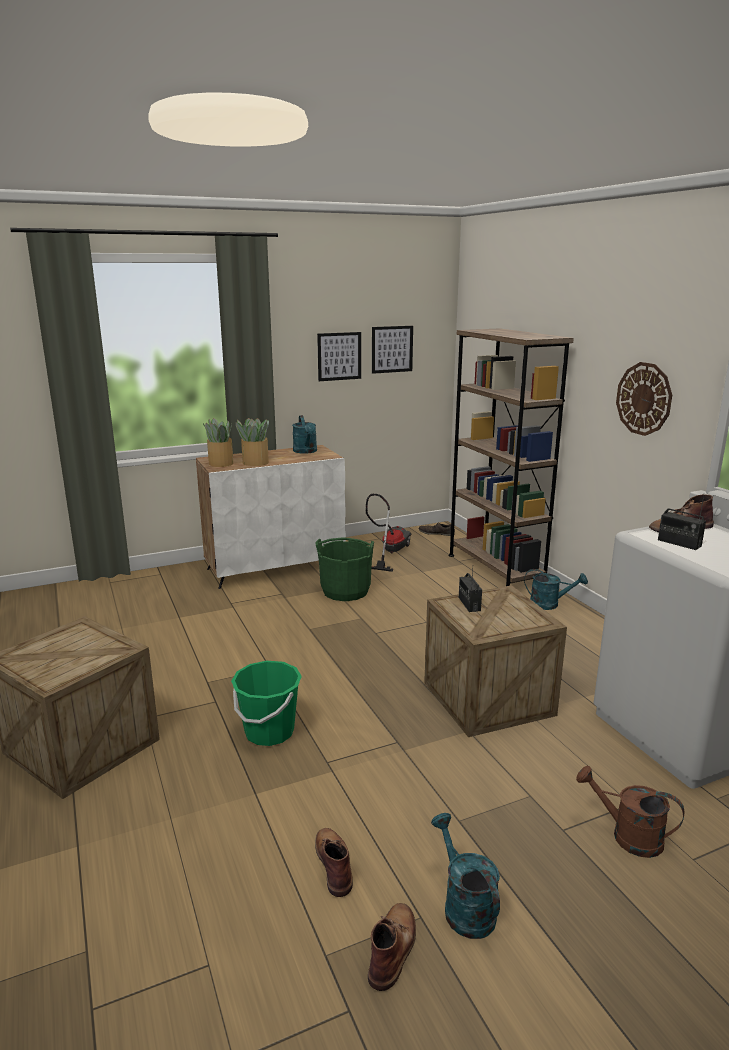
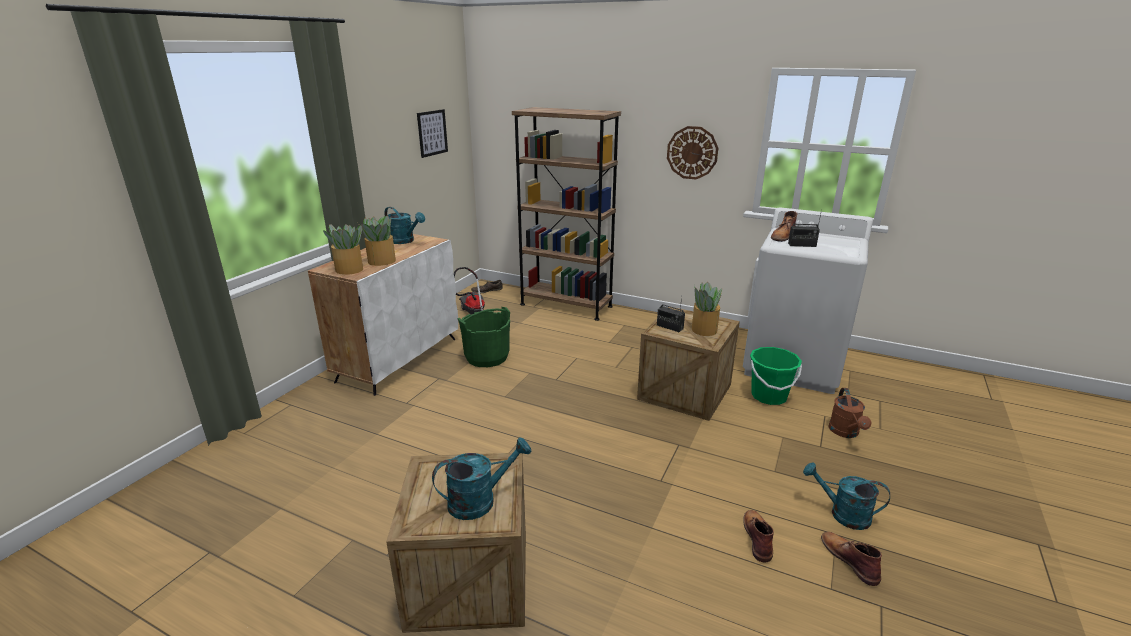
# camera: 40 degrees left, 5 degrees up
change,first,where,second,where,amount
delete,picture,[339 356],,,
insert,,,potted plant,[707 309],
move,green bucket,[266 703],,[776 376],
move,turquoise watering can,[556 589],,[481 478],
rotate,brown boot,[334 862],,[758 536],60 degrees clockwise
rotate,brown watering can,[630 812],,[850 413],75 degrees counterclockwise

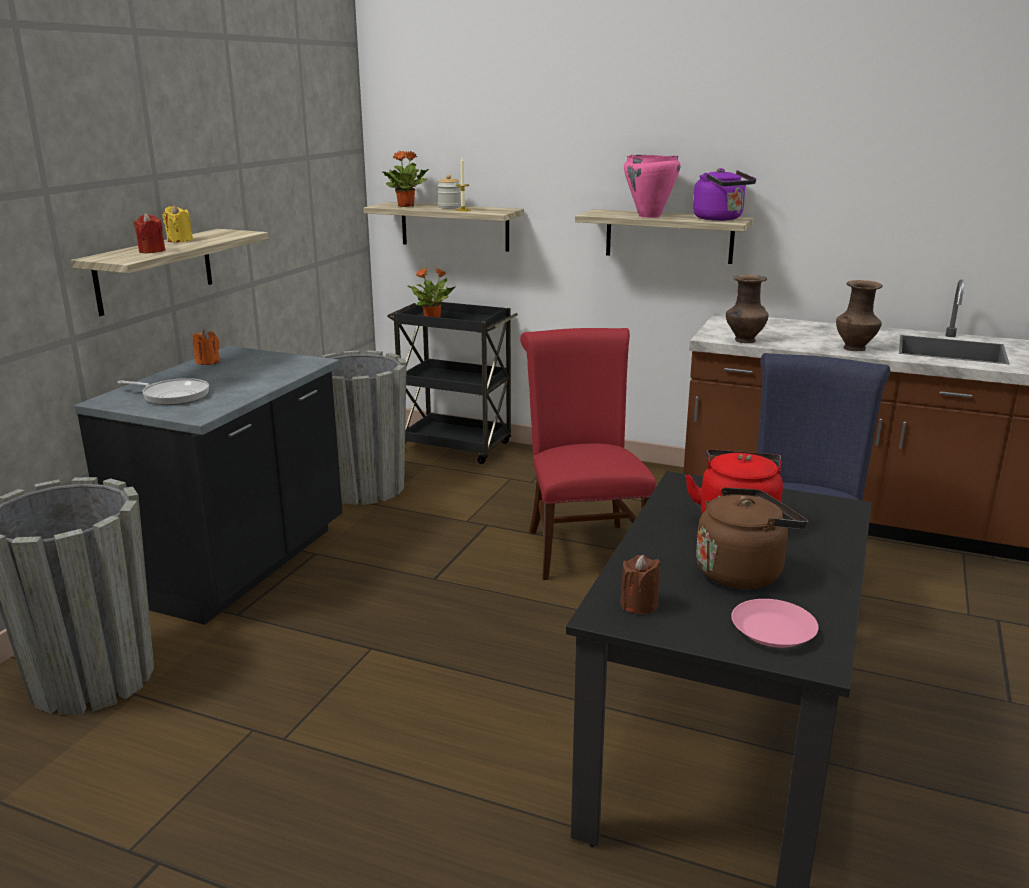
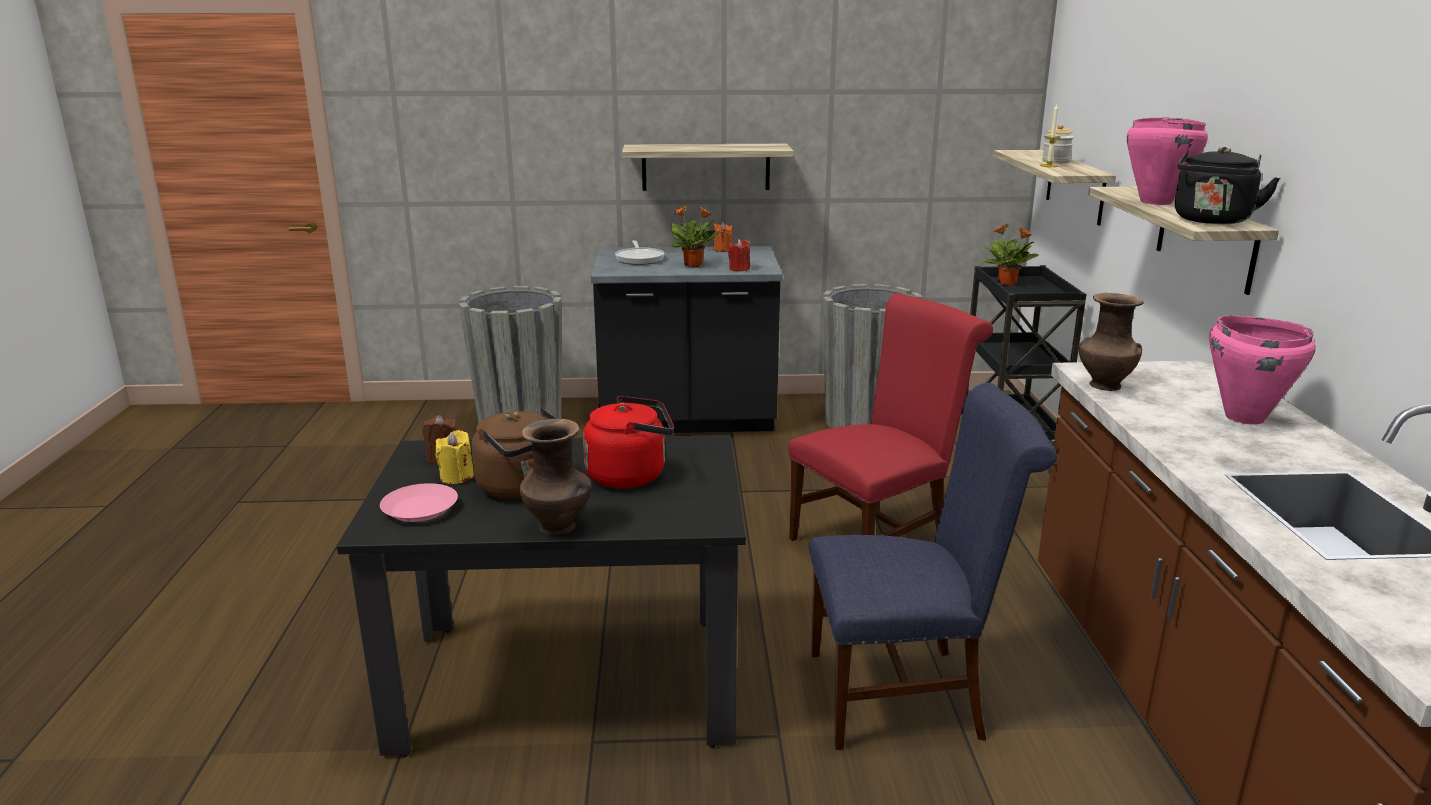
# camera: 65 degrees right, 0 degrees up
change,first,where,second,where,amount
insert,,,pink cooking pot,[1262 370],
move,red candle,[150 233],,[739 255],
move,yellow candle,[177 223],,[454 457],
move,potted plant,[405 179],,[693 236],
move,brown vase,[859 315],,[555 477],
recolor,purple kettle,[724 194],black kettle,[1227 185],

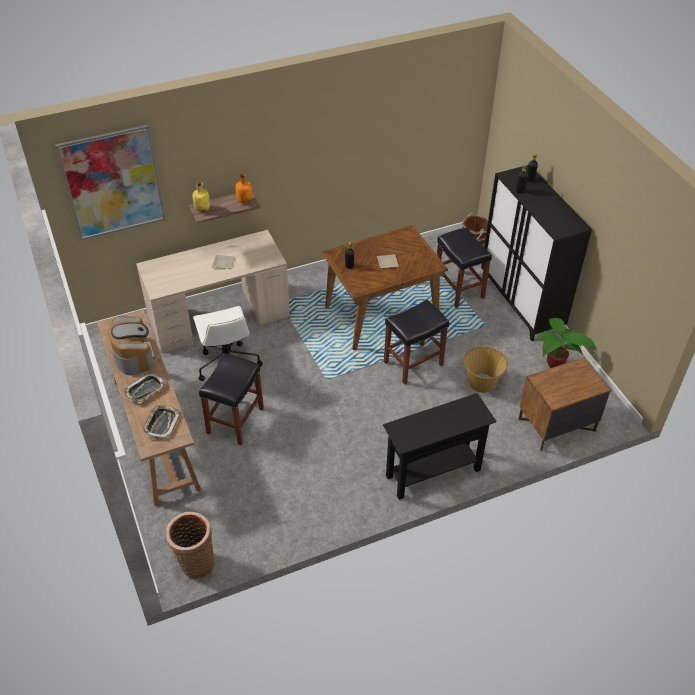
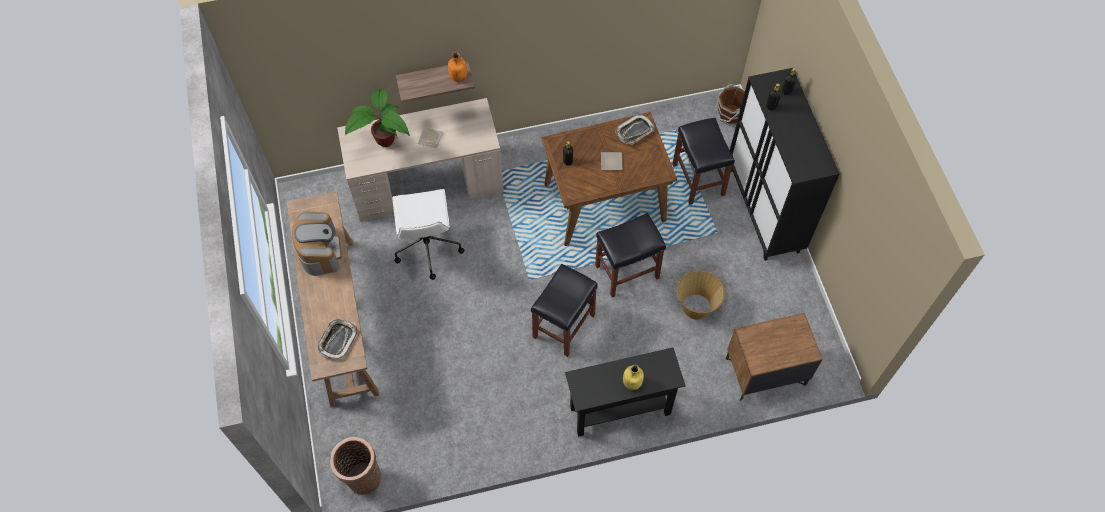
# camera: 10 degrees right, 15 degrees up
change,first,where,second,where,amount
delete,picture,[110 182],,,
move,tray,[145 388],,[635 129],
move,yellow bottle,[201 197],,[633 377],
move,black stool,[231 399],,[564 310],
move,potted plant,[565 343],,[377 118],

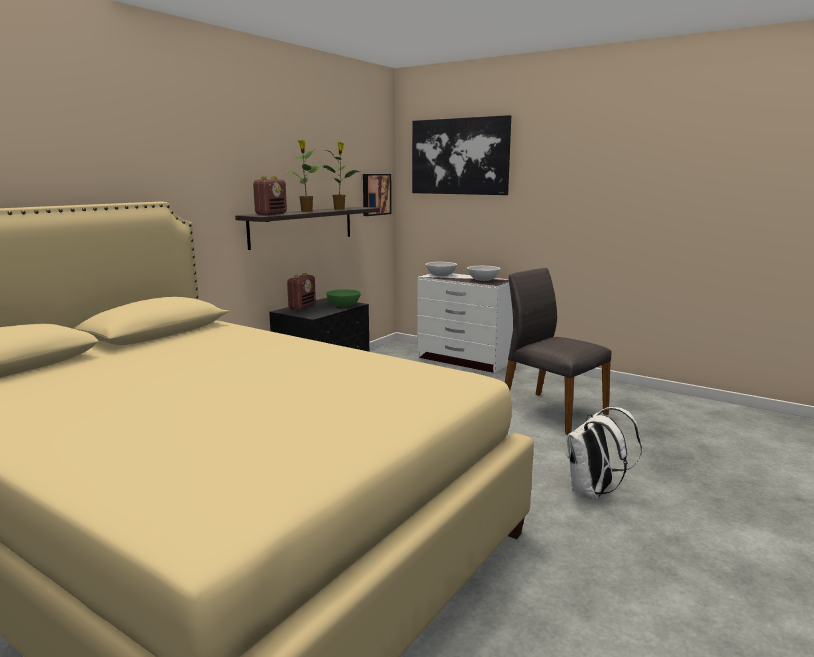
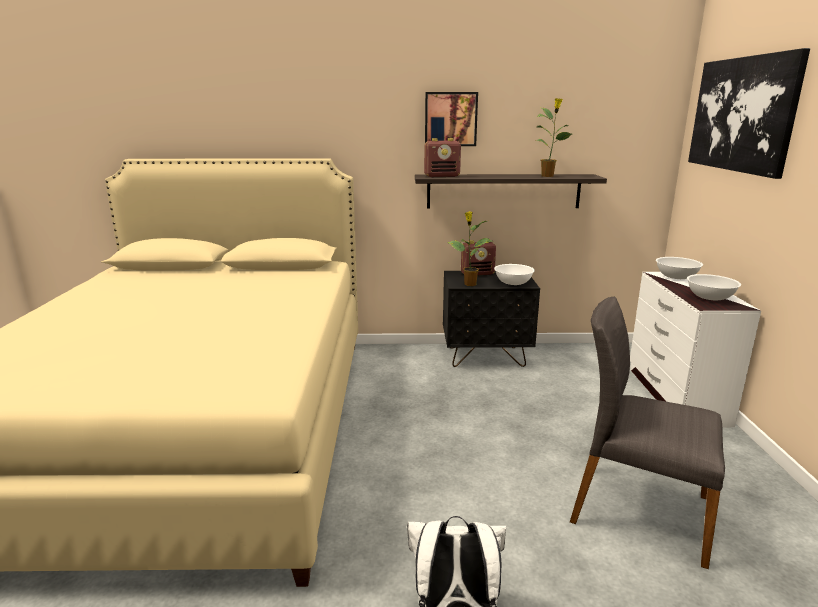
# camera: 55 degrees right, 5 degrees up
change,first,where,second,where,amount
move,potted plant,[303 176],,[469 248],
move,picture,[377 195],,[451 119],
recolor,green bowl,[343 298],white bowl,[514 274],
rotate,grey chair,[558 351],,[647 433],75 degrees counterclockwise

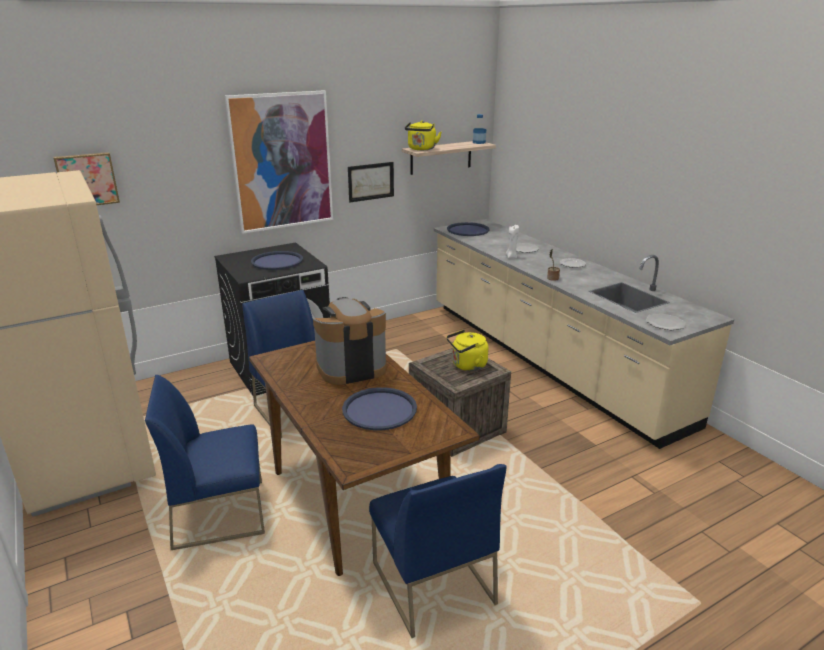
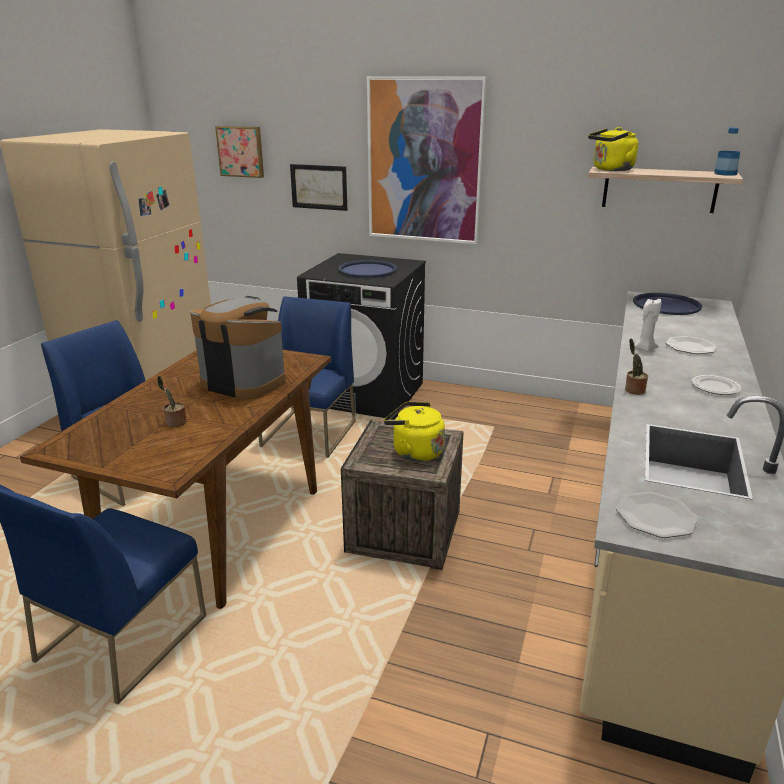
# camera: 50 degrees right, 0 degrees up
change,first,where,second,where,amount
move,picture,[371 182],,[318 187],
replace,blue tray,[379 408],potted plant,[172 401],

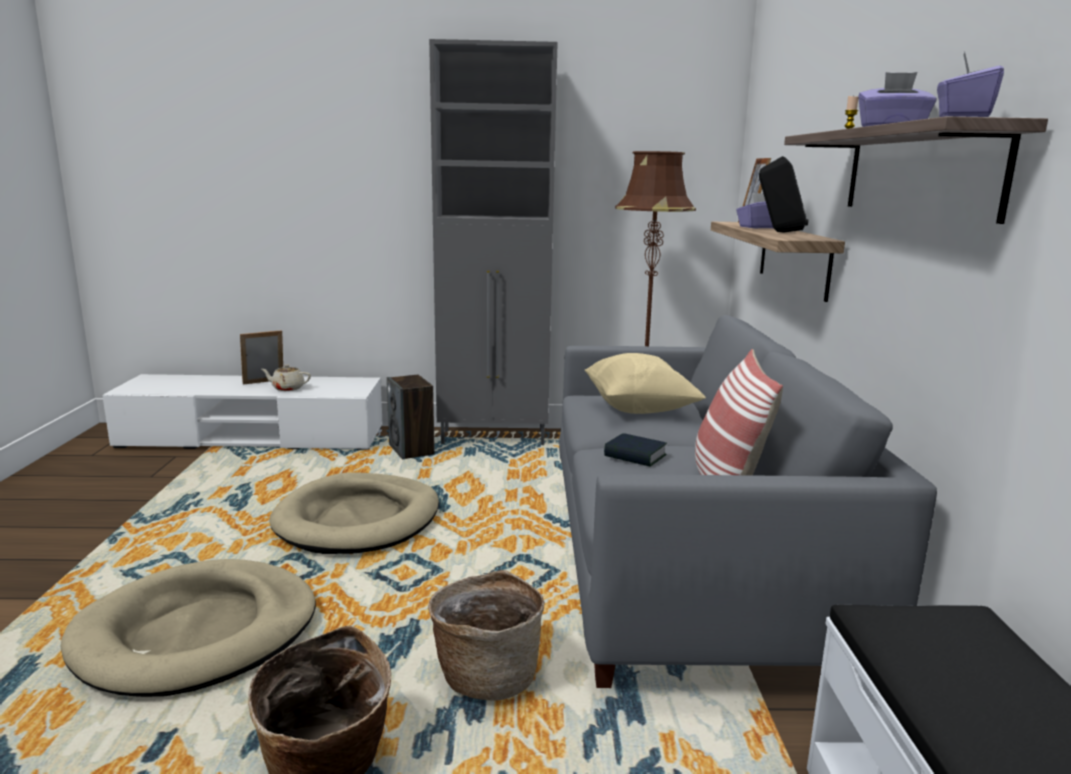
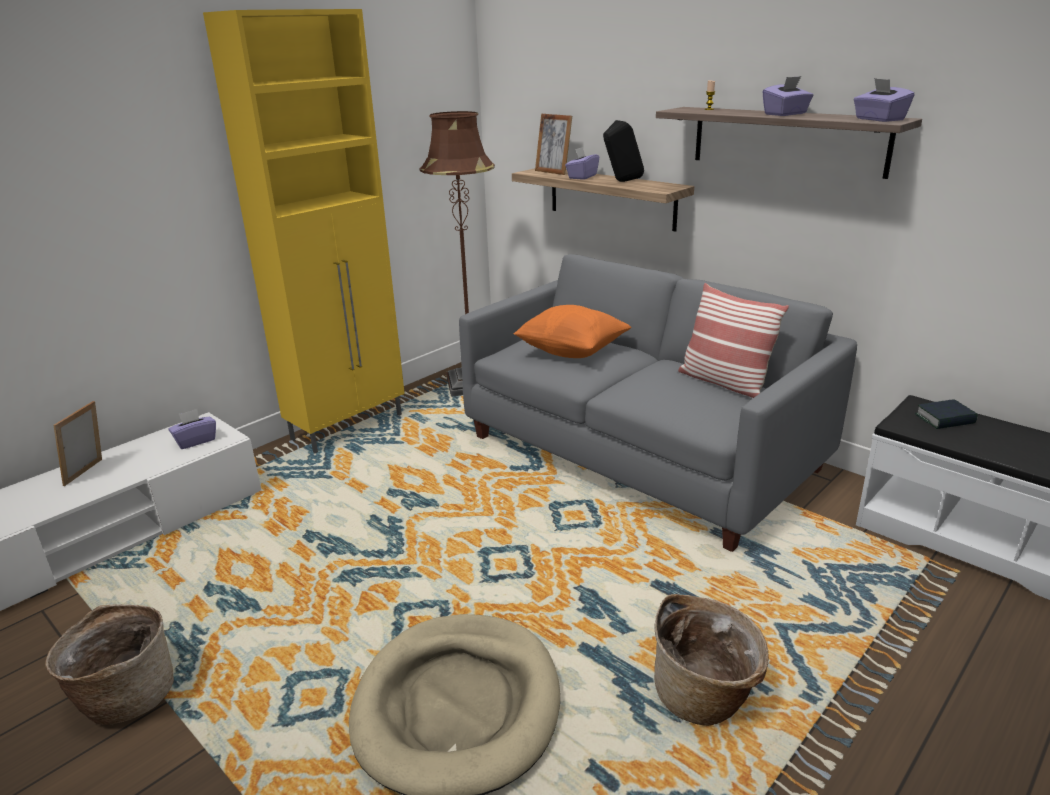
# camera: 45 degrees left, 10 degrees up
change,first,where,second,where,amount
delete,beige teapot,[286 377],,,
delete,beige dog bed,[354 513],,,
delete,speaker,[411 417],,,
insert,,,purple tissue box,[192 429],
move,basket,[486 635],,[109 664],
move,book,[635 450],,[946 414],
recolor,grey cabinet,[493 242],yellow cabinet,[304 231],
recolor,beige pillow,[645 383],orange pillow,[572 331],

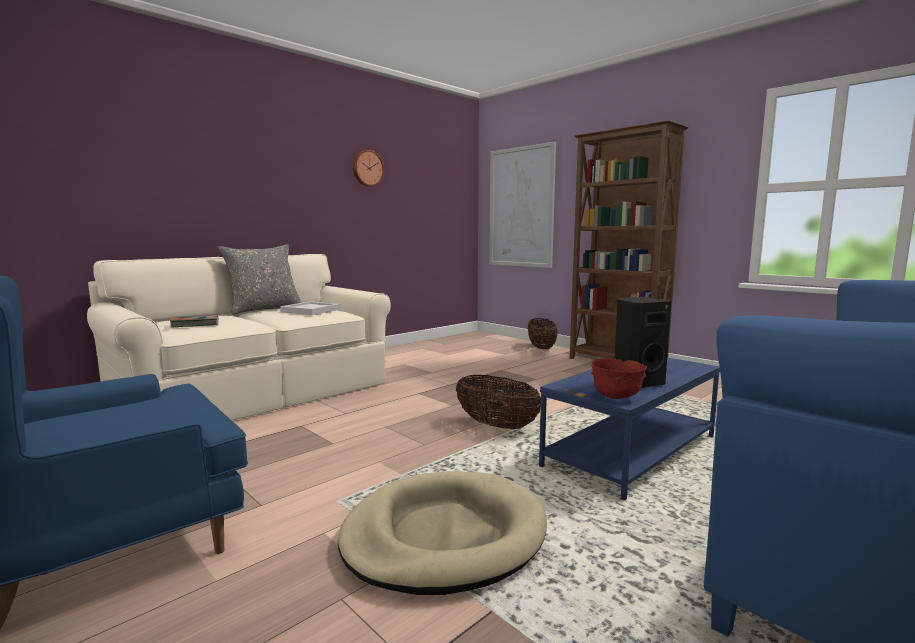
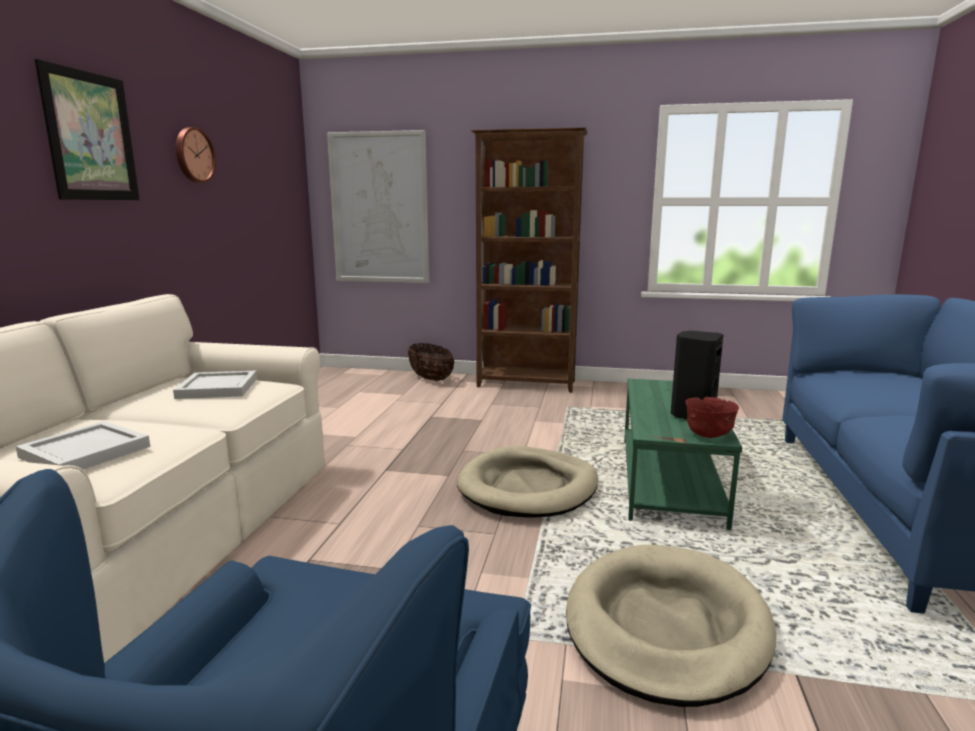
# camera: 35 degrees left, 5 degrees up
change,first,where,second,where,amount
delete,grey pillow,[260 279],,,
insert,,,picture,[87 129],
replace,book,[194 321],white tray,[83 445],
replace,basket,[498 402],beige dog bed,[527 482],
recolor,blue coffee table,[629 428],green coffee table,[683 454],

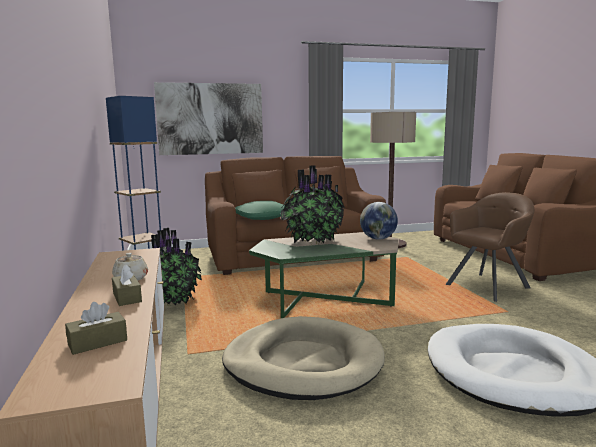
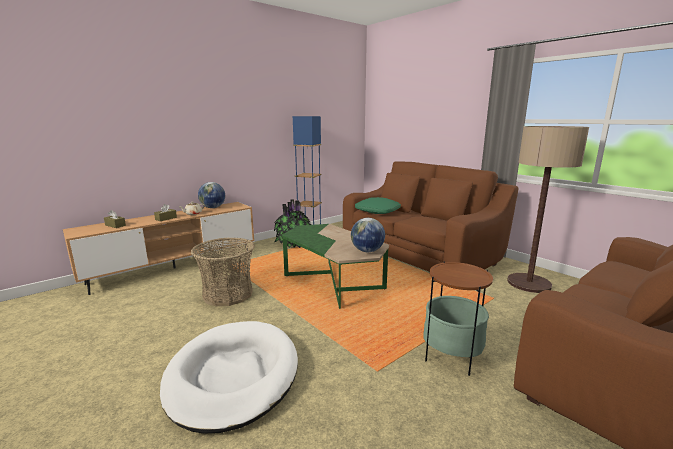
# camera: 65 degrees right, 5 degrees up
change,first,where,second,where,amount
delete,picture,[208 118],,,
delete,potted plant,[312 204],,,
insert,,,globe,[211 195],
replace,beige dog bed,[303 358],basket,[223 271],
replace,brown armchair,[489 247],side table,[458 319],

